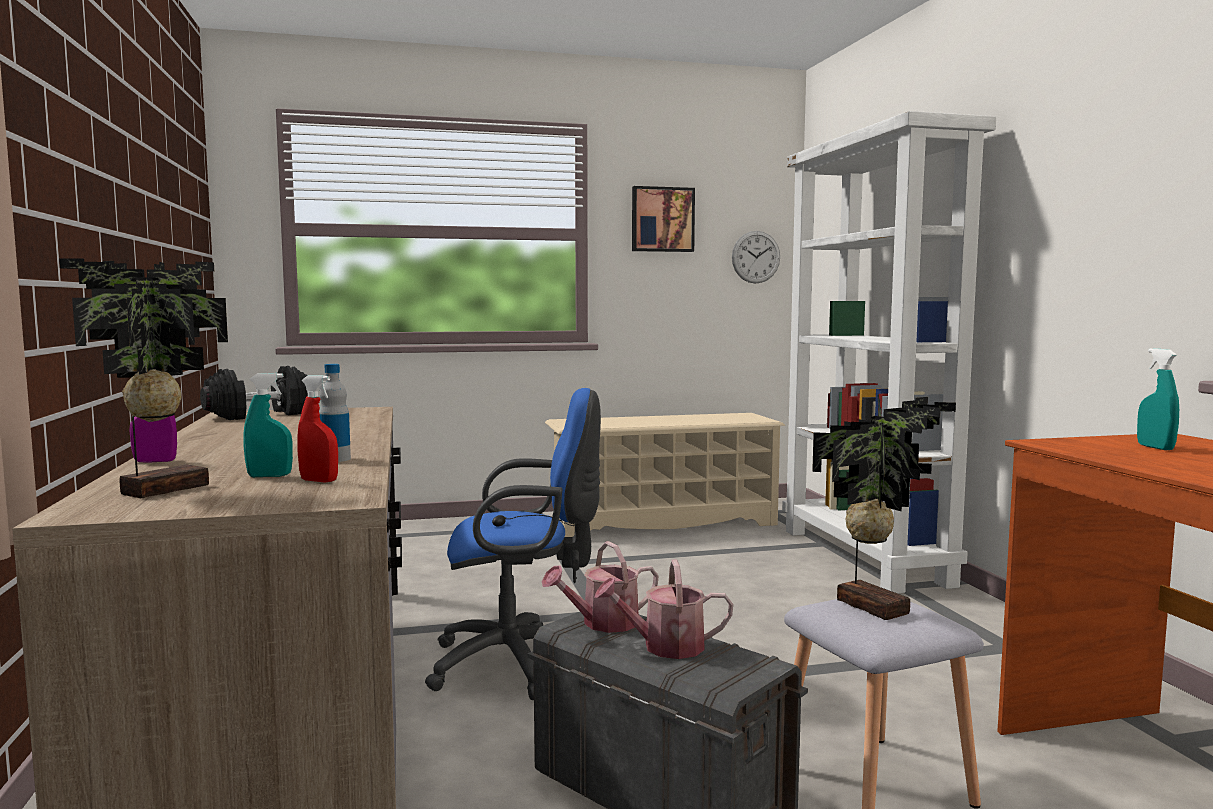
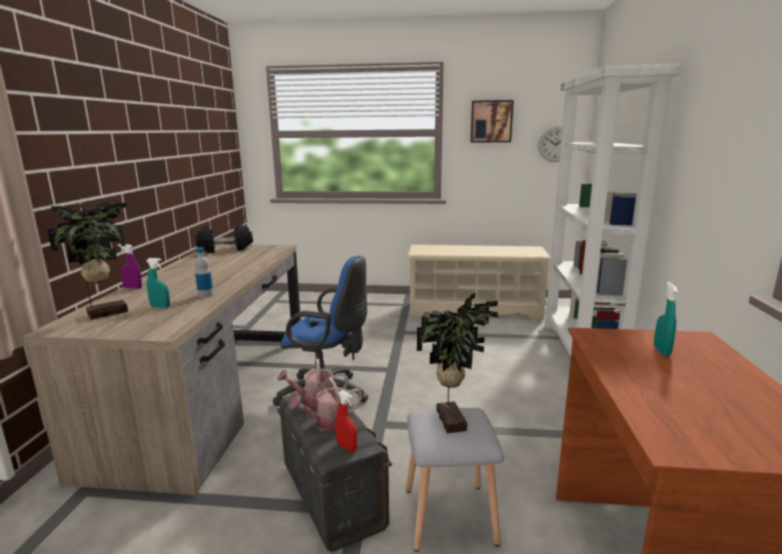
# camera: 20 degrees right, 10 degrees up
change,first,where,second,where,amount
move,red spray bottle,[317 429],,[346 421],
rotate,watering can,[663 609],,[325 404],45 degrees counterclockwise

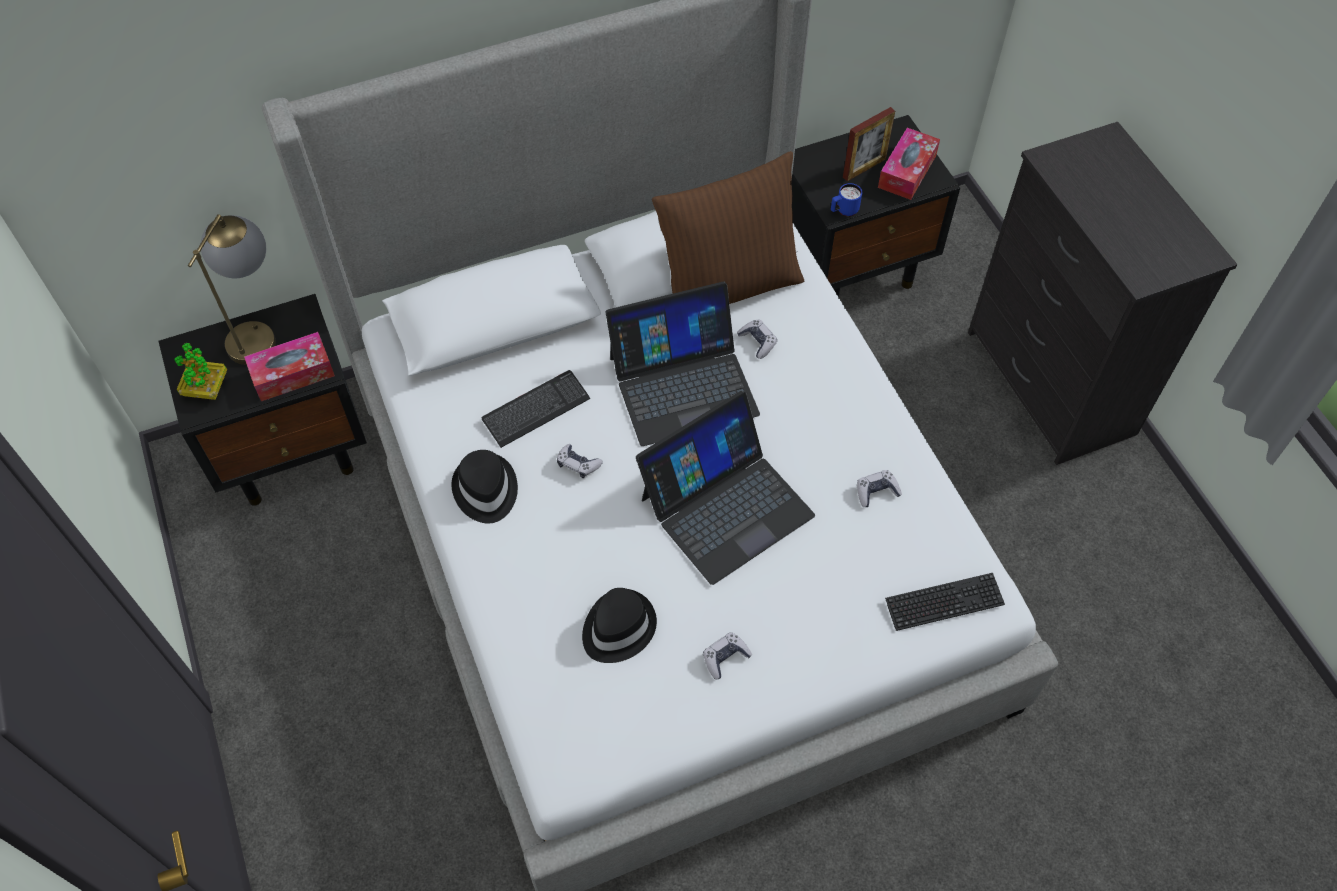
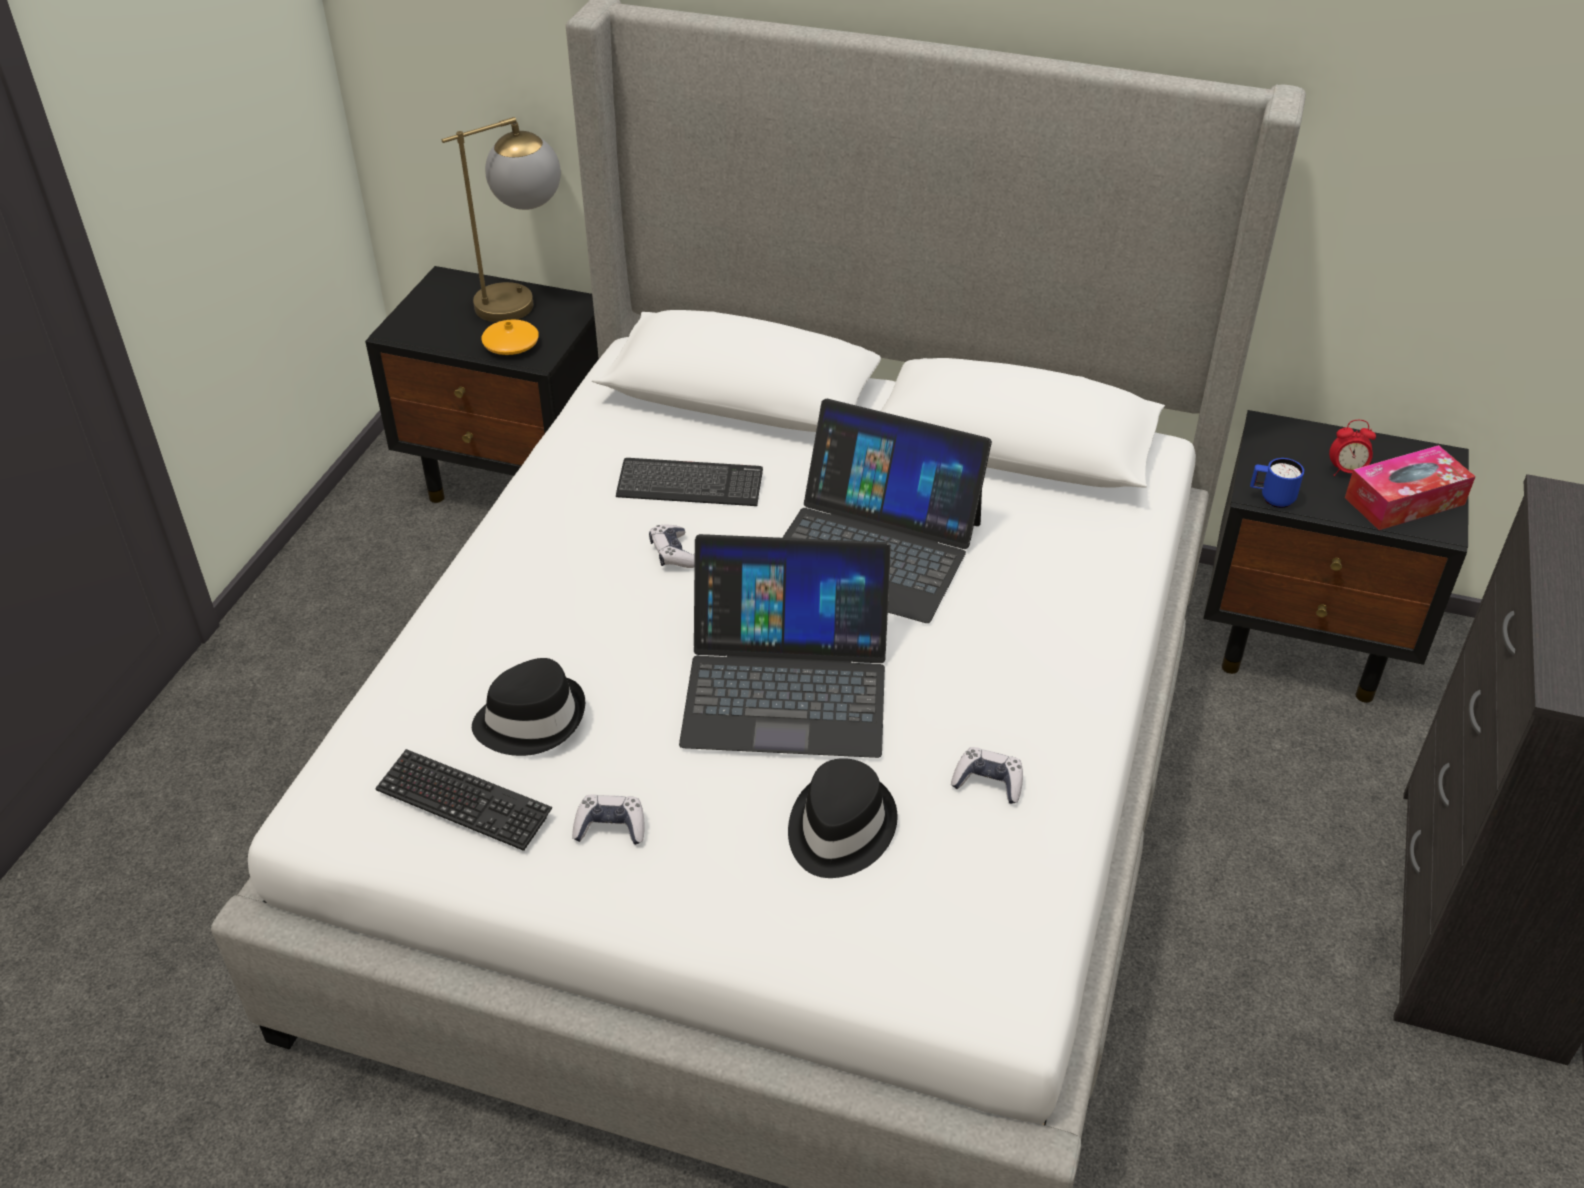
# camera: 40 degrees right, 15 degrees down
change,first,where,second,where,amount
delete,potted plant,[200 371],,,
delete,brown pillow,[728 227],,,
delete,game controller,[757 339],,,
move,black hat,[485 487],,[843 818],
move,keyboard,[945 602],,[463 800],
replace,tissue box,[289 367],orange vase,[510 337],
replace,picture frame,[869 144],alarm clock,[1352 448],

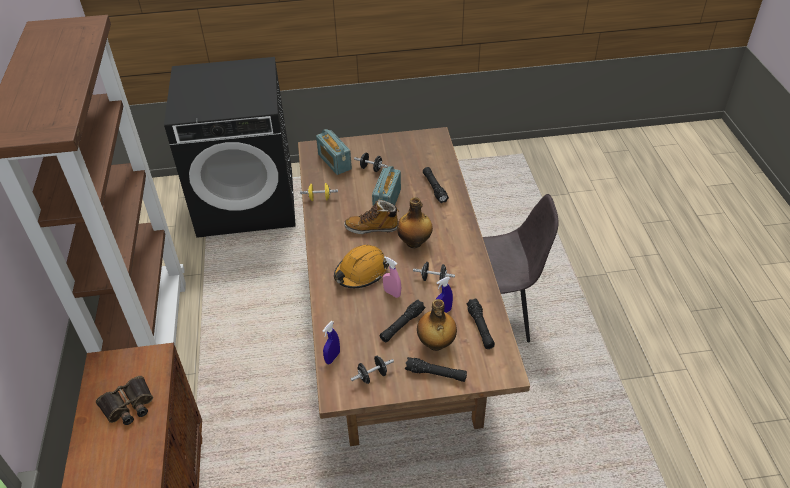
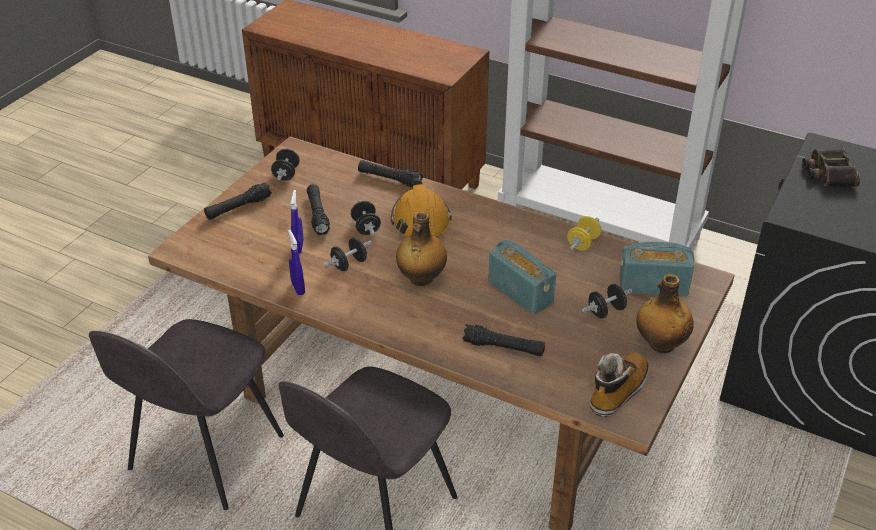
# camera: 125 degrees right, 5 degrees down
change,first,where,second,where,amount
insert,,,grey chair,[186 414],
move,binoculars,[124 400],,[831 167],
move,blue spray bottle,[331 342],,[296 262],
move,boot,[372 217],,[619 384],
move,bottle,[437 325],,[665 313],
move,black flashlight,[481 323],,[391 173],
replace,pink spray bottle,[392 277],black dumbbell,[366 218],

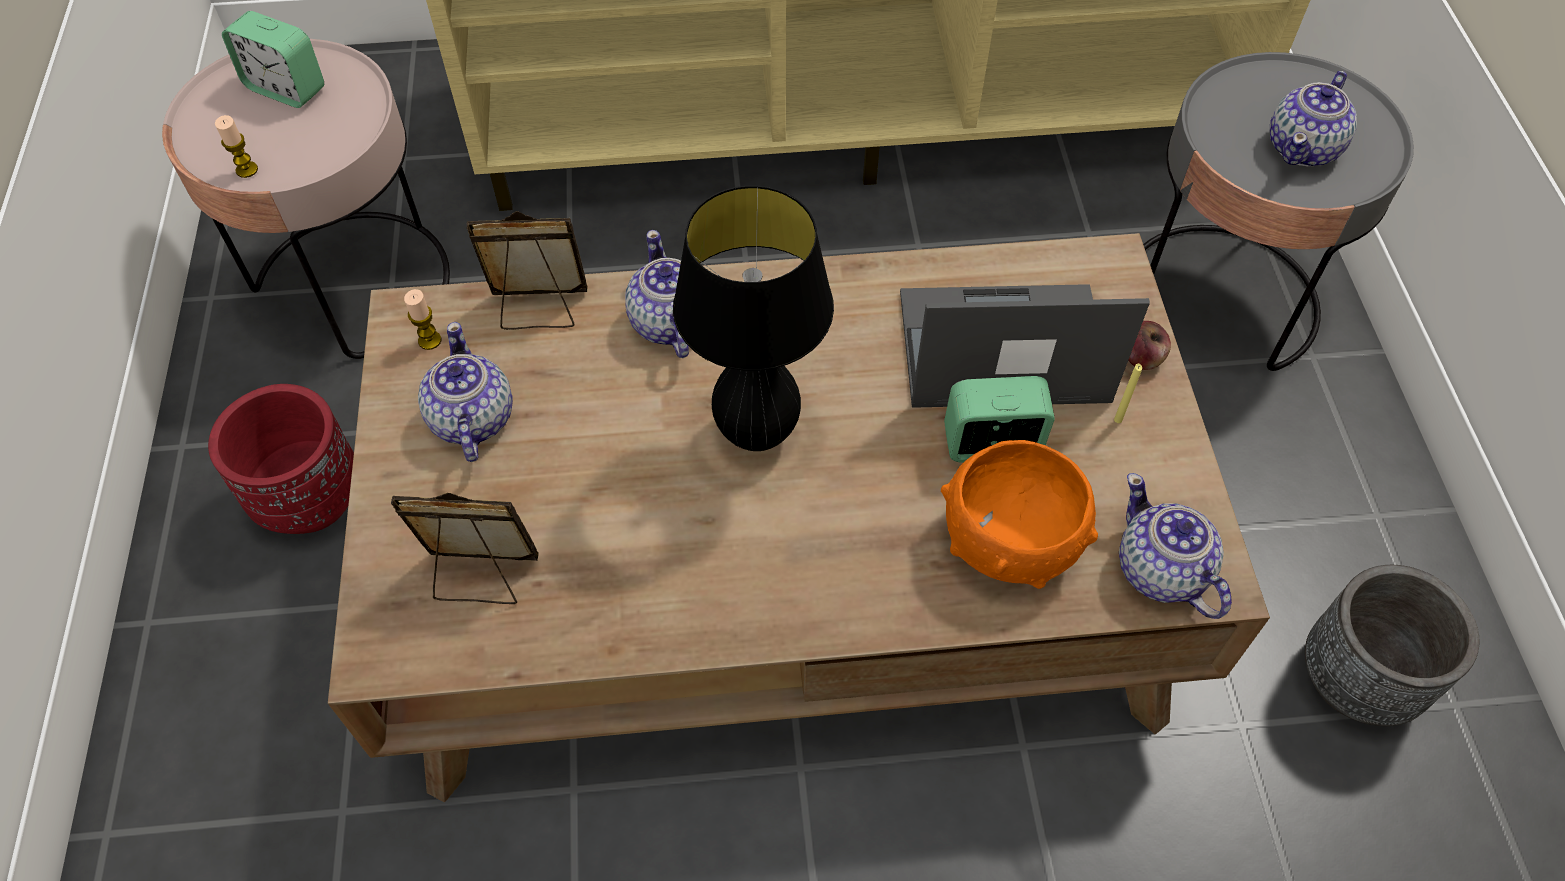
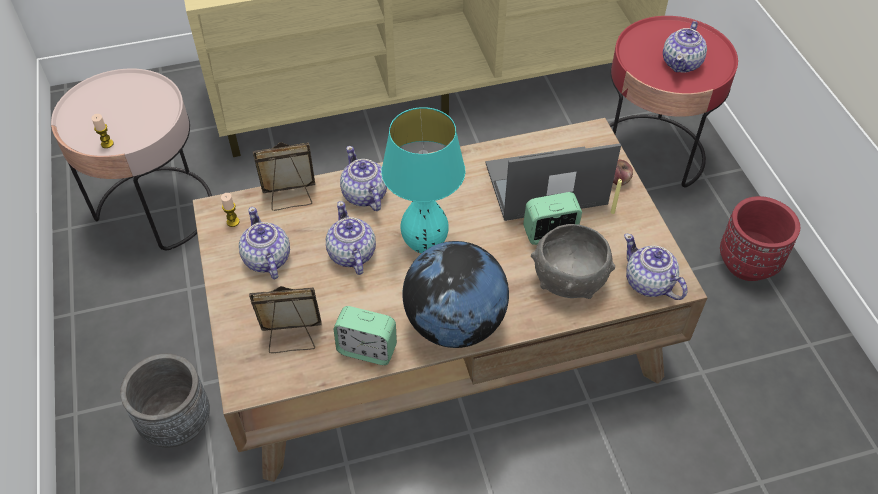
# camera: 10 degrees left, 5 degrees down
change,first,where,second,where,amount
insert,,,teapot,[351 238],
insert,,,globe,[455 294],
move,red planter,[281 459],,[760 238],
move,alarm clock,[273 59],,[365 335],
move,grey planter,[1392 645],,[165 400],
recolor,black table lamp,[753 318],turquoise table lamp,[423 180],
recolor,orange bowl,[1019 514],grey bowl,[573 261],
recolor,grey side table,[1278 211],red side table,[673 101],

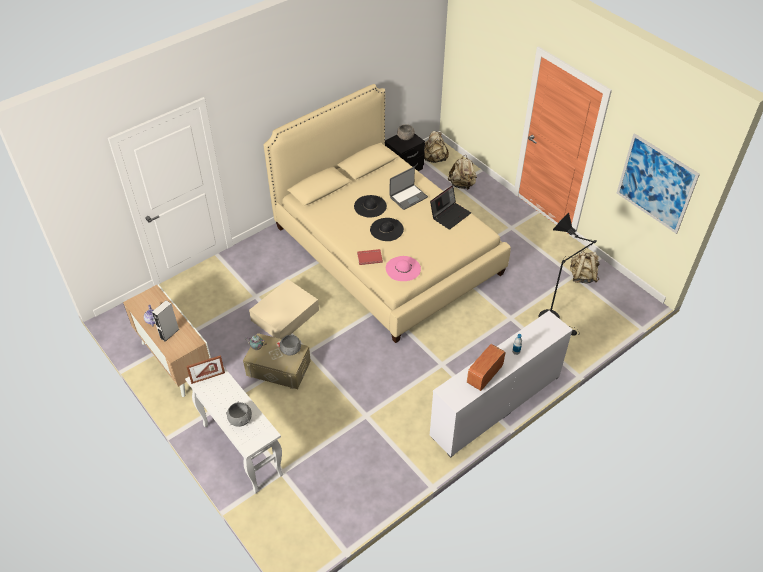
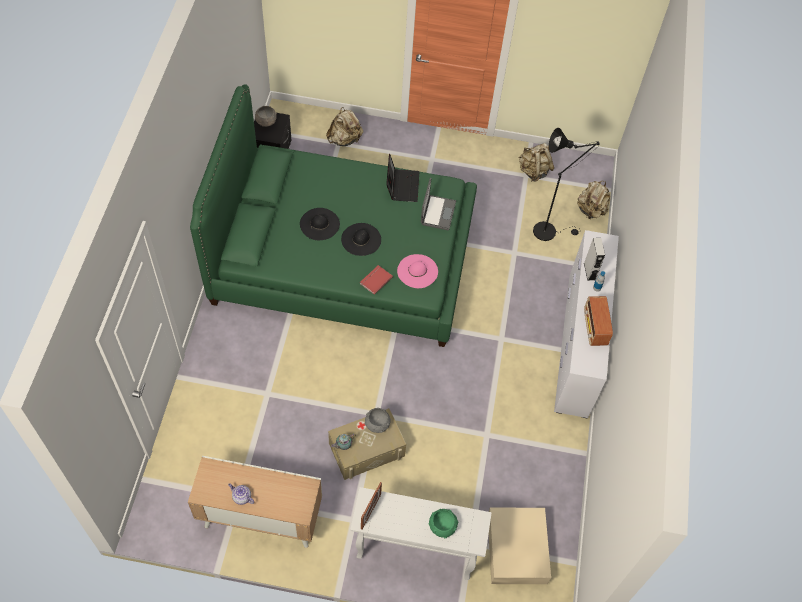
# camera: 45 degrees left, 10 degrees up
change,first,where,second,where,amount
delete,picture,[658 183],,,
move,grey speaker,[165 321],,[594 259],
move,beige storage box,[284 309],,[520 545],
move,laptop,[409 188],,[438 204],
move,beige backpack,[436 147],,[593 200],
recolor,grey bowl,[239 414],green bowl,[443 523],
recolor,beige bed,[387 213],green bed,[333 215],

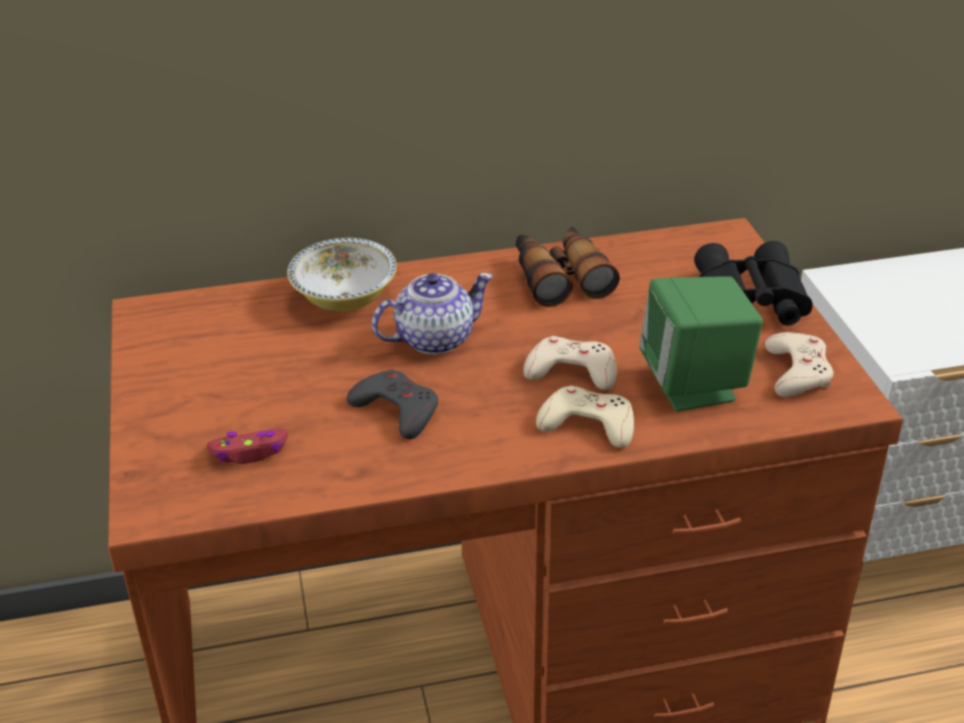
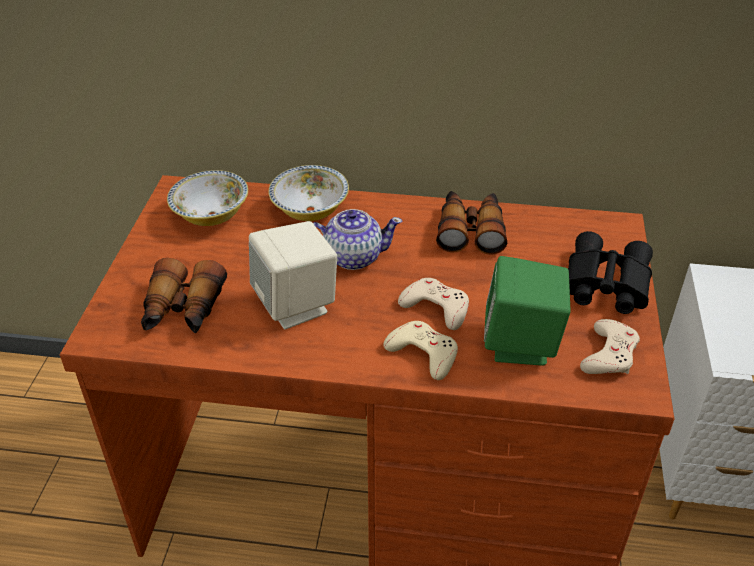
# camera: 20 degrees right, 5 degrees up
change,first,where,second,where,amount
insert,,,bowl,[207 198],
replace,red game controller,[247 446],binoculars,[184 296],
replace,grey game controller,[392 404],beige speaker,[293 275],

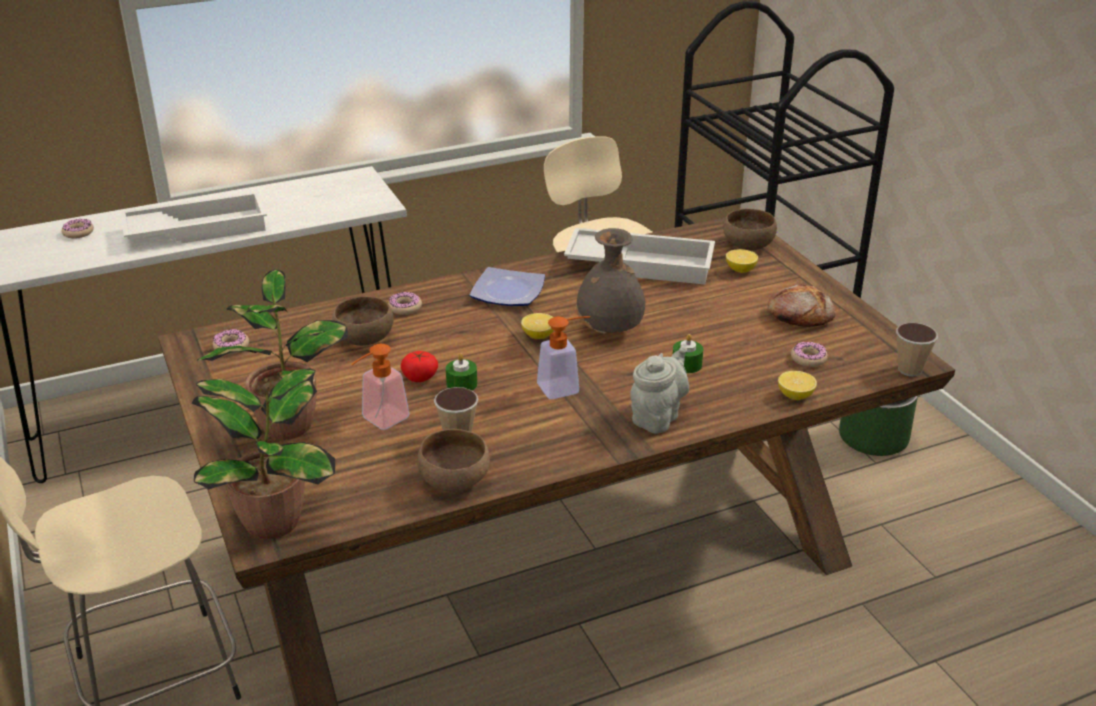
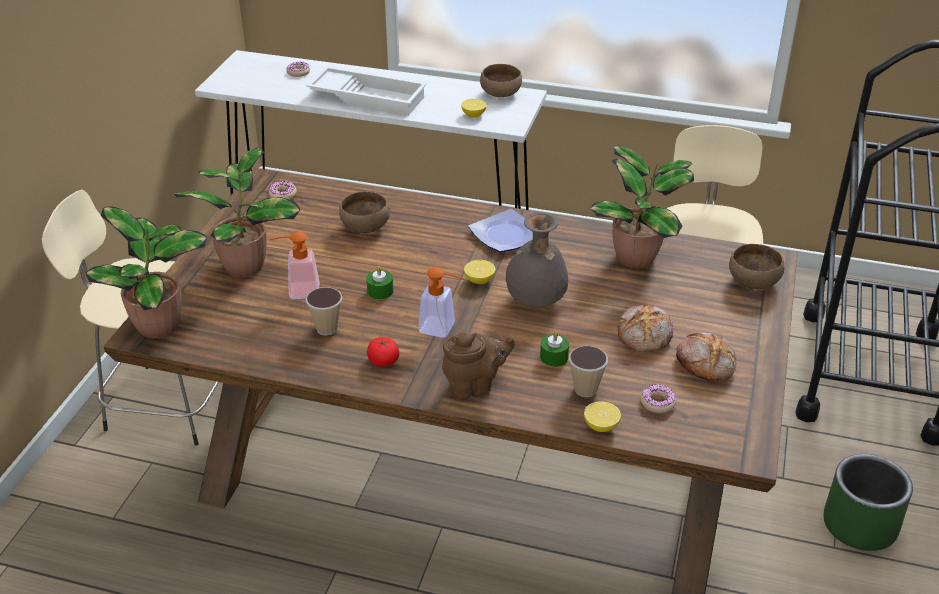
# camera: 40 degrees right, 5 degrees up
change,first,where,second,where,amount
delete,donut,[405 303],,,
insert,,,bread,[645 328],
move,tomato,[419 366],,[383 352],
move,brown bowl,[453 460],,[501 80],
move,lemon,[742 261],,[474 108],
move,cup,[917 350],,[588 371],
replace,white tray,[639 256],potted plant,[642 207],
recolor,grey teapot,[659 390],brown teapot,[478 365],

